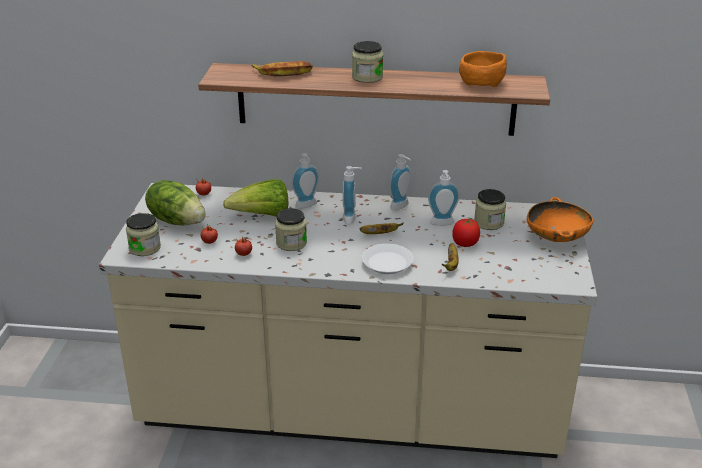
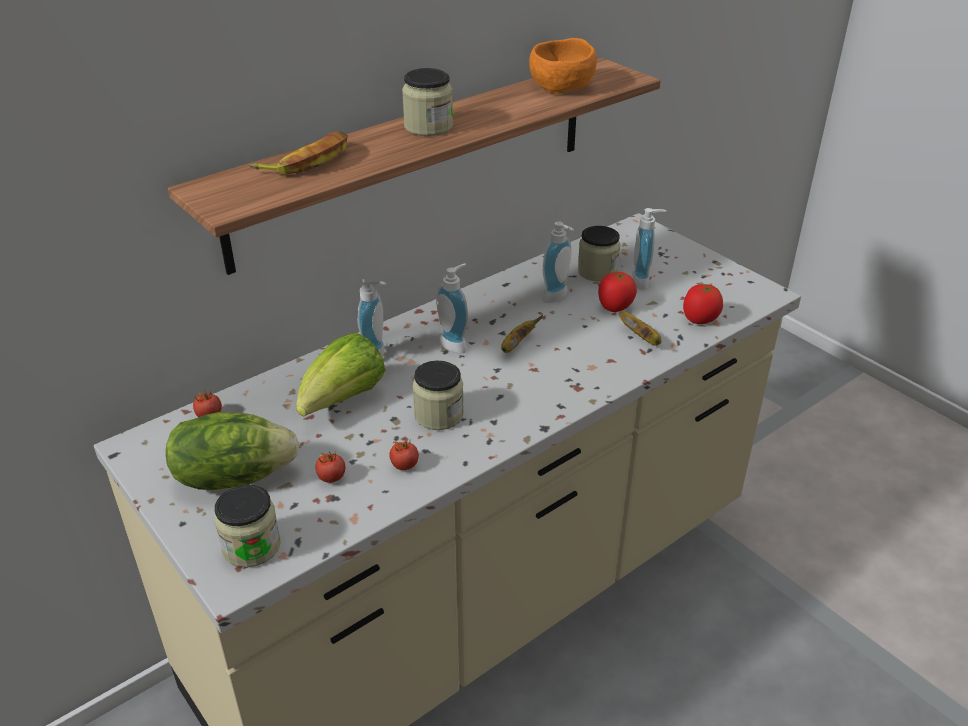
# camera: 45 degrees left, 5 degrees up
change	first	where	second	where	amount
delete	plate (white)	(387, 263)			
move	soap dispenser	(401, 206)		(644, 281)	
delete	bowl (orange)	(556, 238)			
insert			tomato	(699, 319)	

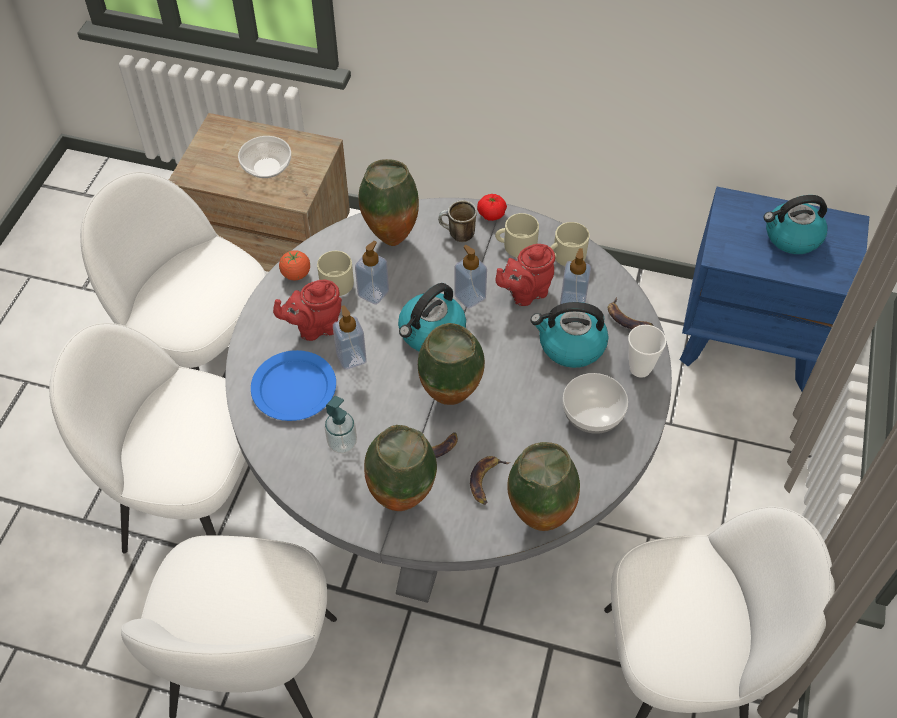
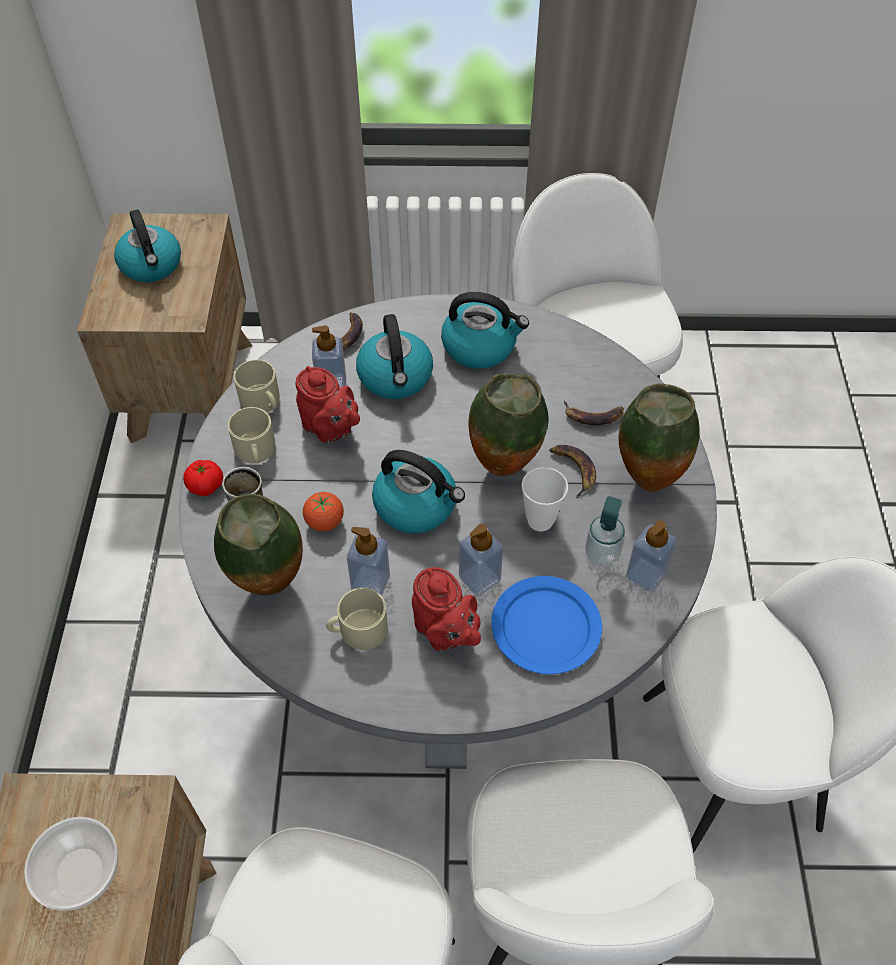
# camera: 105 degrees left, 0 degrees up
change	first	where	second	where	amount
move	tomato	(296, 274)		(325, 522)	
move	soap dispenser	(470, 297)		(645, 575)	
delete	vase	(538, 520)			
replace	bowl	(593, 415)	kettle	(480, 346)	
move	cup	(640, 368)		(540, 520)	
recolor	nightstand (blue)	(751, 339)	nightstand (brown)	(191, 388)	

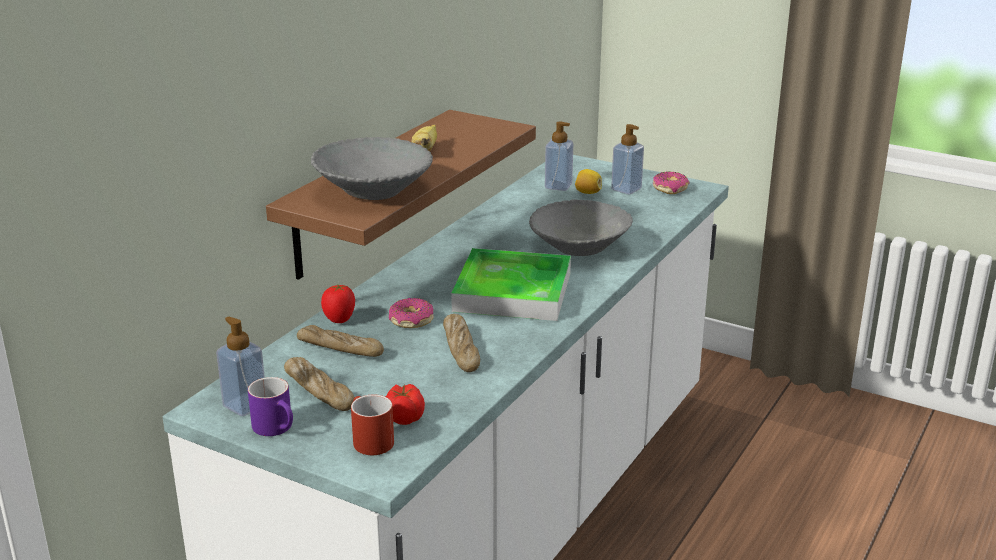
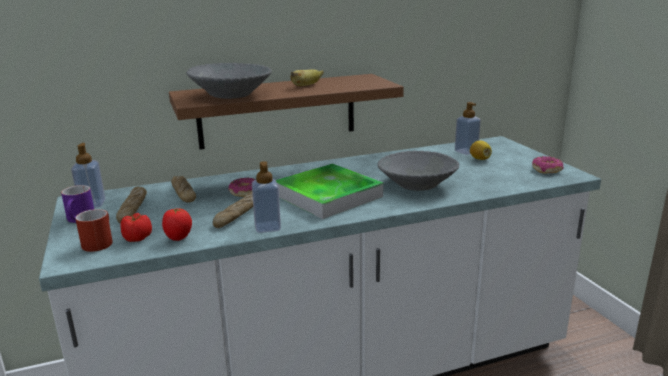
# camera: 40 degrees right, 5 degrees down
change	first	where	second	where	amount
move	tomato	(339, 320)		(178, 238)	
move	soap dispenser	(626, 189)		(267, 227)	

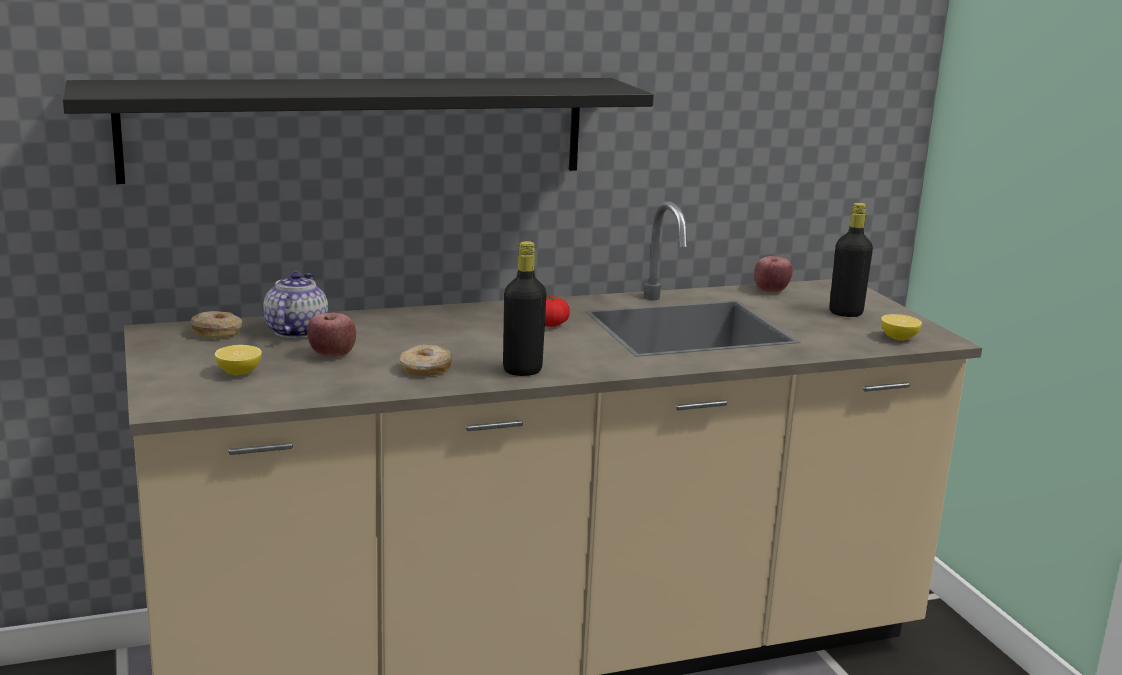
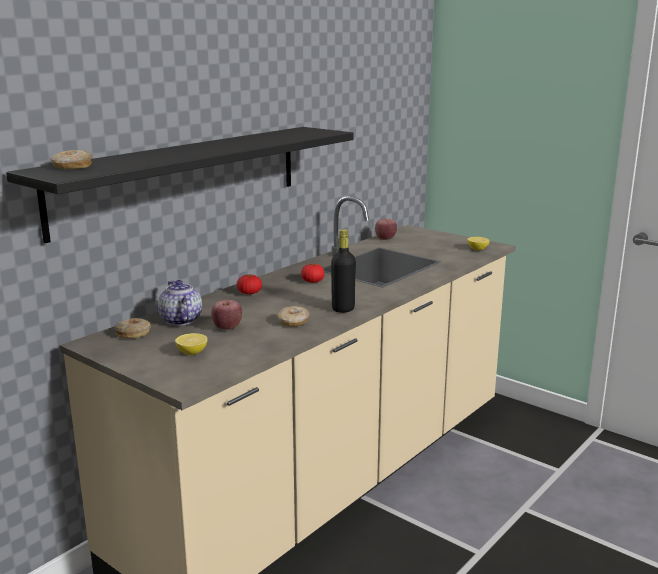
# camera: 30 degrees left, 0 degrees up
change	first	where	second	where	amount
delete	bottle (black)	(845, 313)			
insert			donut	(72, 167)	
insert			tomato	(249, 293)	

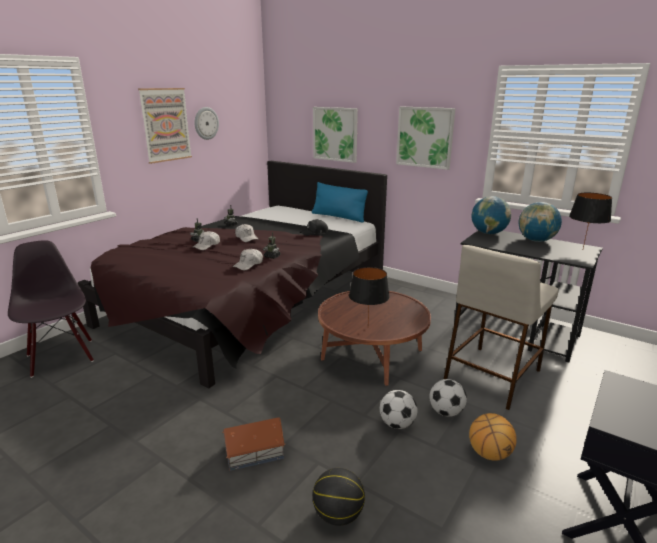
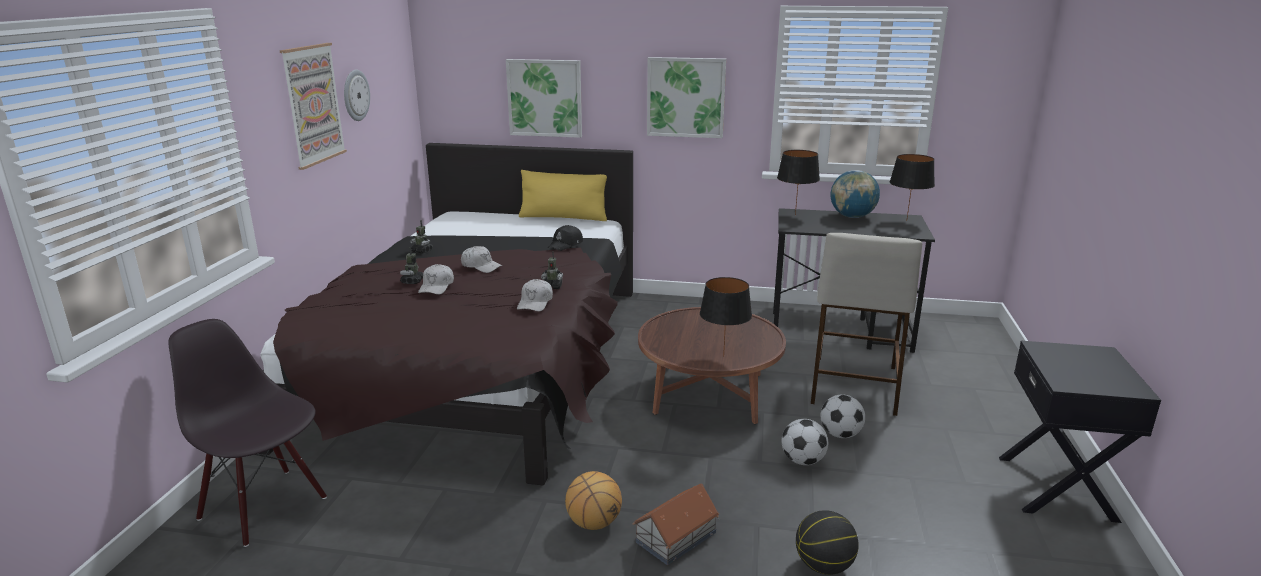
# camera: 25 degrees left, 0 degrees up
change	first	where	second	where	amount
recolor	pillow (blue)	(339, 217)	pillow (yellow)	(563, 217)	
move	basketball	(489, 454)		(593, 523)	
replace	globe	(488, 233)	table lamp (black)	(794, 215)	

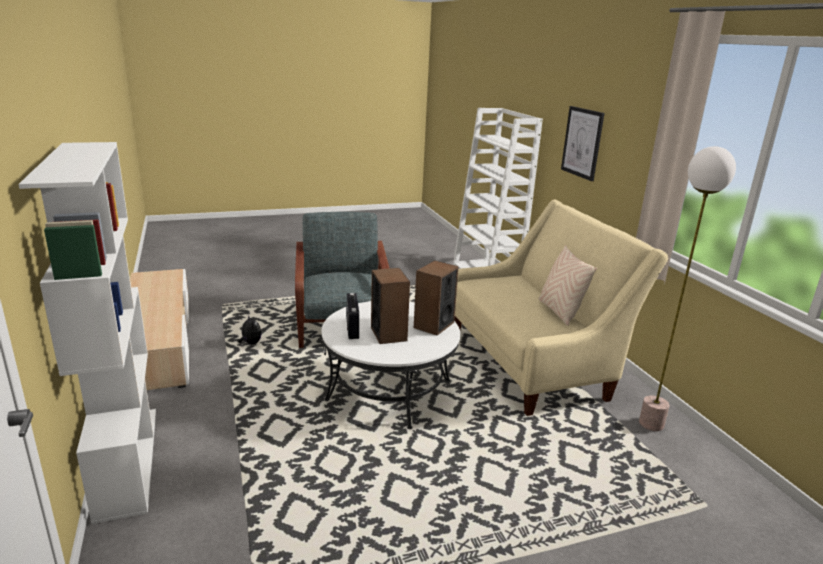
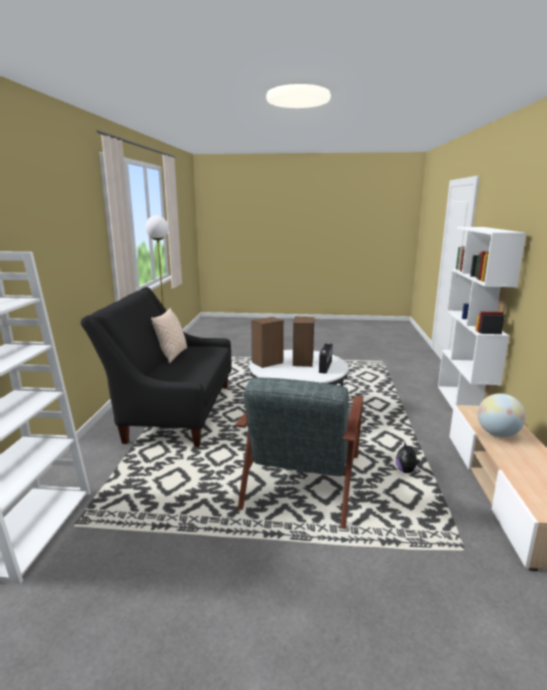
# camera: 155 degrees left, 5 degrees down
change	first	where	second	where	amount
recolor	sofa (beige)	(533, 361)	sofa (black)	(173, 411)	
delete	picture	(582, 142)			
insert			globe	(497, 434)	

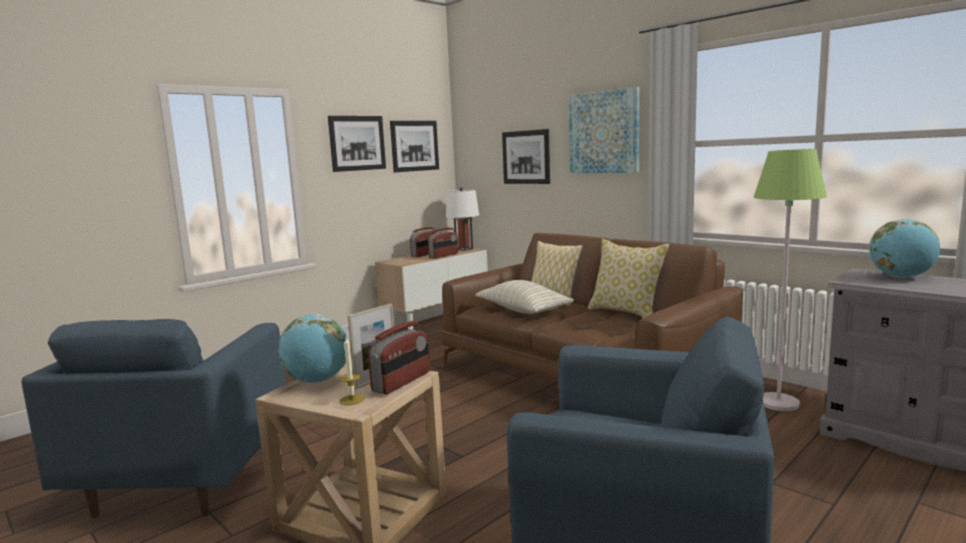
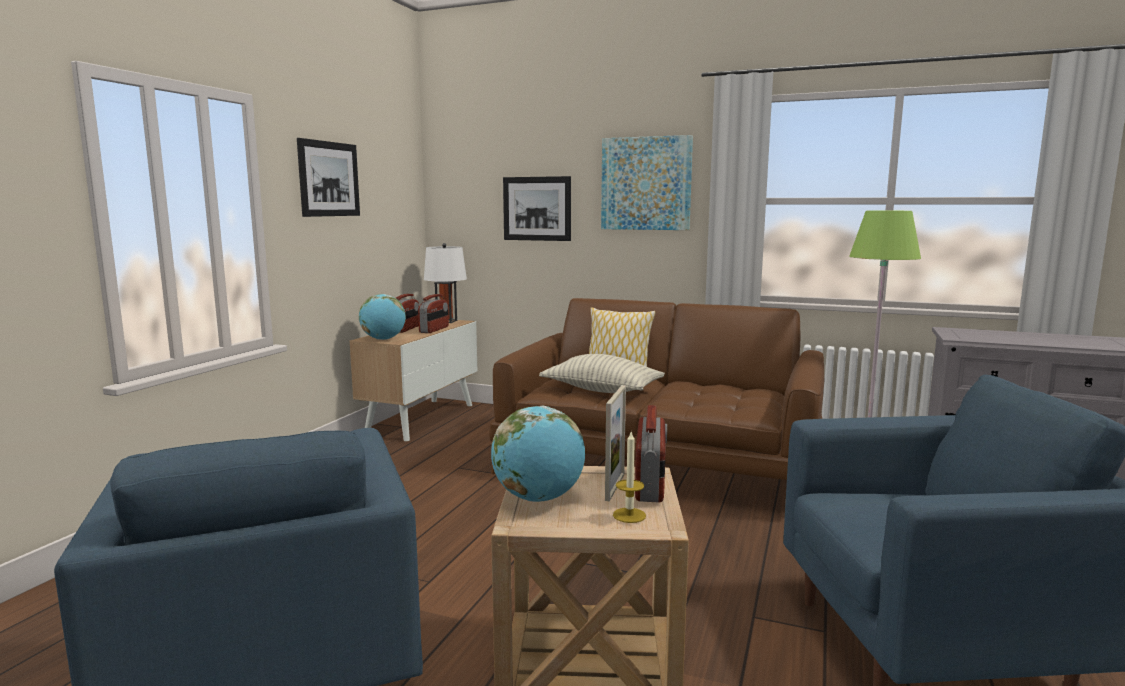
# camera: 25 degrees left, 0 degrees up
change	first	where	second	where	amount
delete	picture	(414, 146)			
delete	pillow	(626, 312)			
move	globe	(901, 277)		(383, 339)	

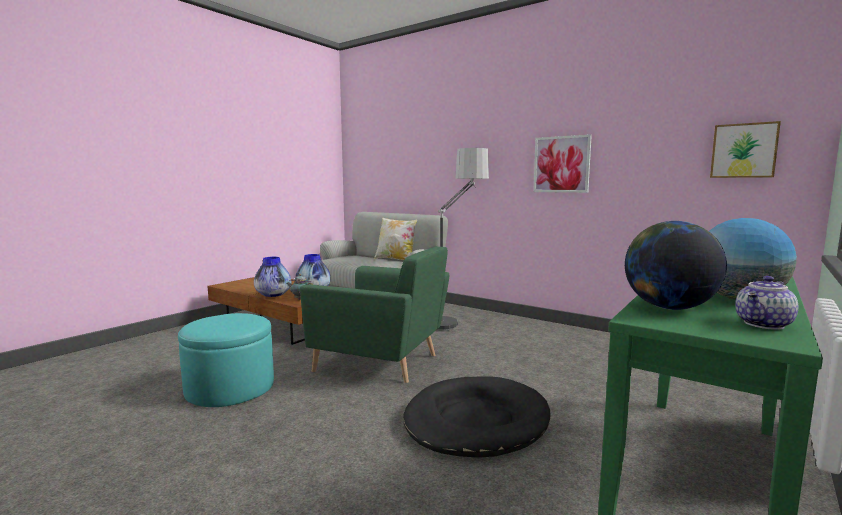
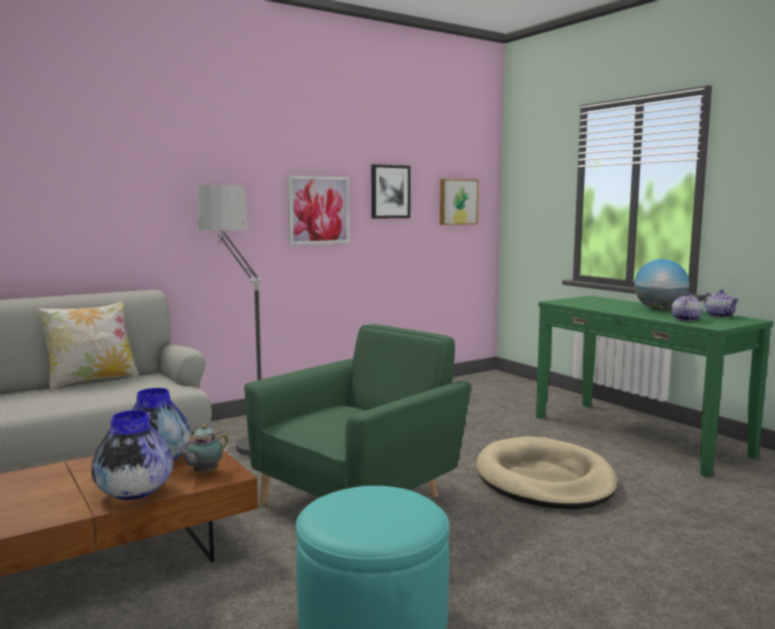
# camera: 70 degrees left, 0 degrees up
change	first	where	second	where	amount
recolor	dog bed (black)	(476, 421)	dog bed (beige)	(544, 480)	
replace	globe	(668, 307)	teapot	(685, 319)	
insert			picture	(390, 191)	

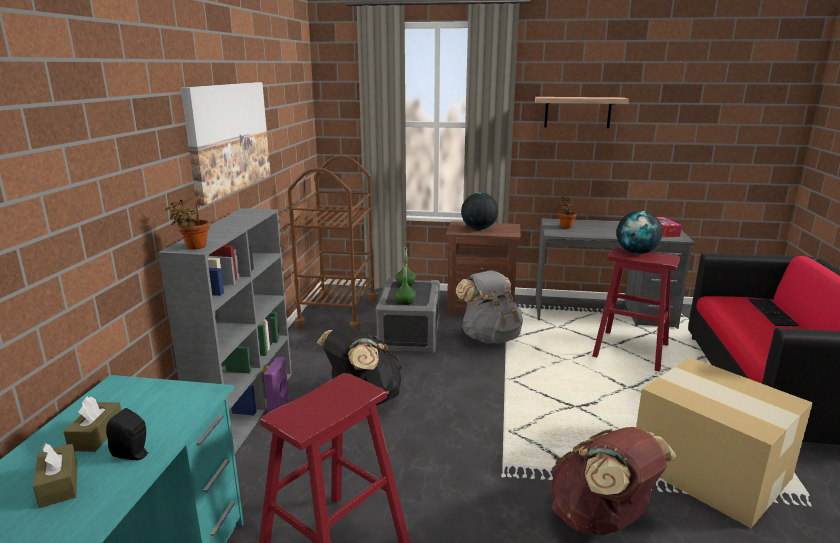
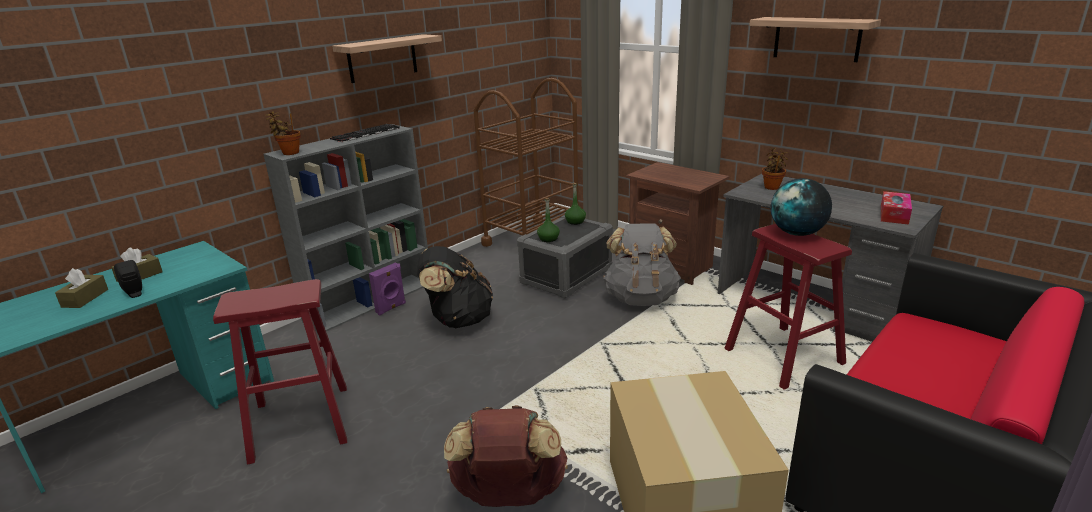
# camera: 35 degrees right, 5 degrees up
change	first	where	second	where	amount
replace	picture	(228, 137)	shelf	(382, 58)	
delete	globe	(478, 229)			
move	keyboard	(773, 313)		(365, 134)	

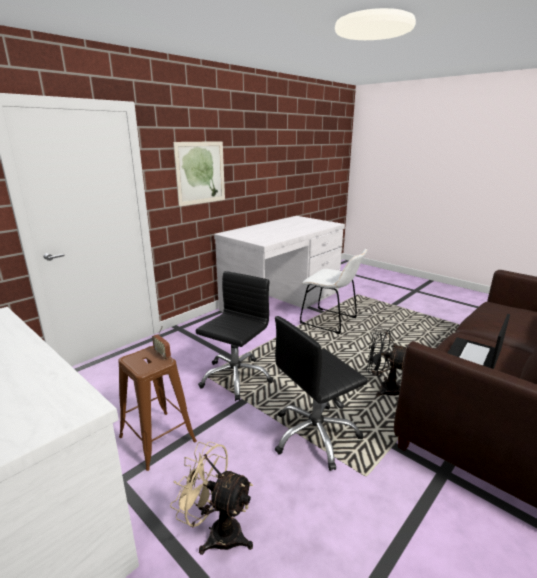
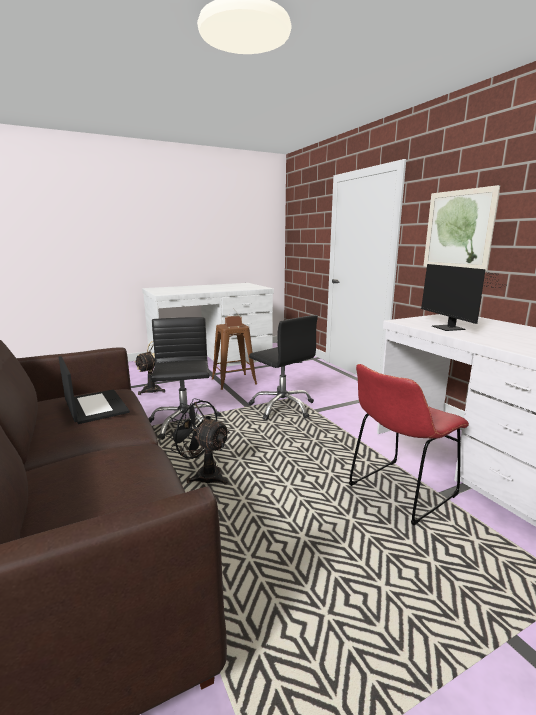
# camera: 110 degrees right, 5 degrees down
change	first	where	second	where	amount
recolor	chair (white)	(331, 321)	chair (red)	(399, 492)	
rotate	fan (black)	(384, 388)		(203, 475)	105 degrees counterclockwise
insert			monitor	(450, 329)	

